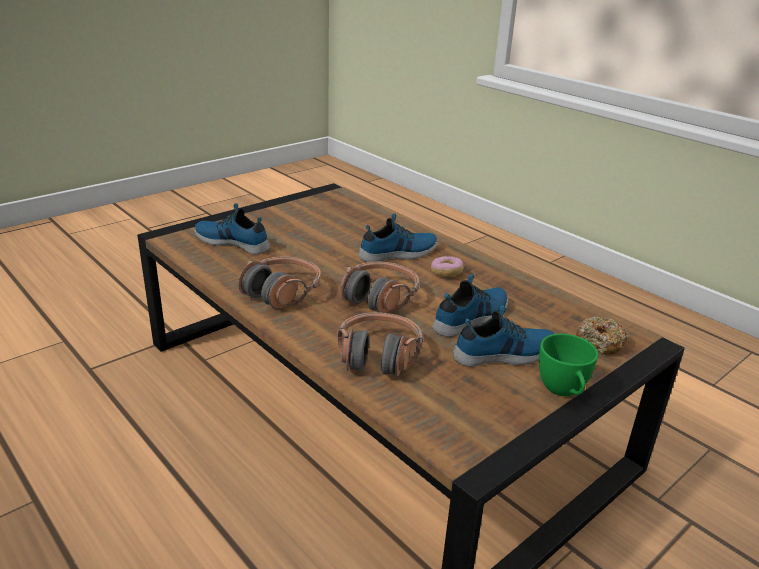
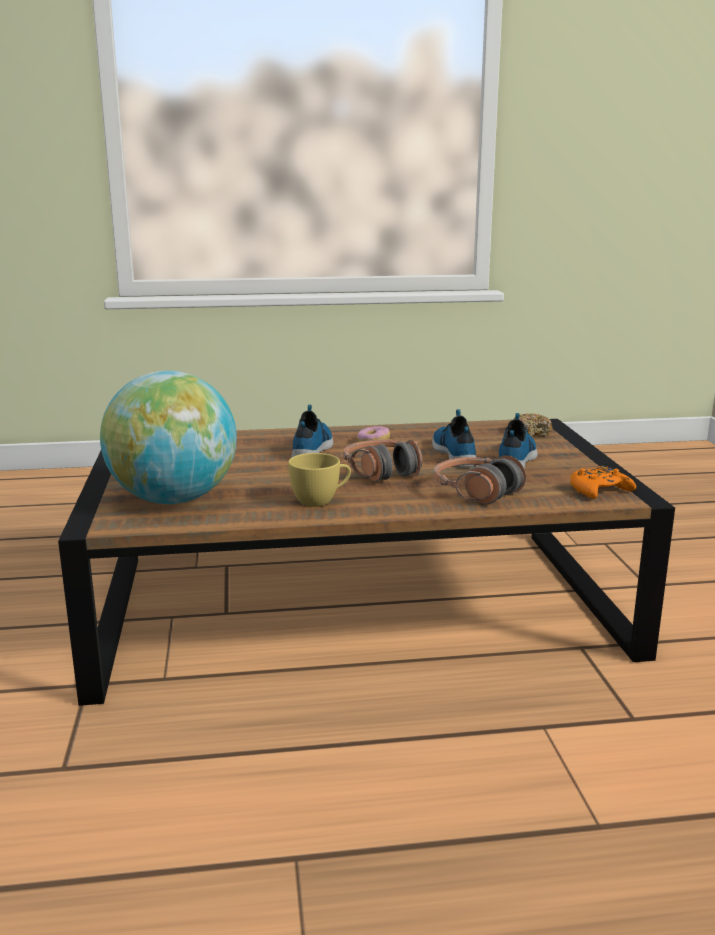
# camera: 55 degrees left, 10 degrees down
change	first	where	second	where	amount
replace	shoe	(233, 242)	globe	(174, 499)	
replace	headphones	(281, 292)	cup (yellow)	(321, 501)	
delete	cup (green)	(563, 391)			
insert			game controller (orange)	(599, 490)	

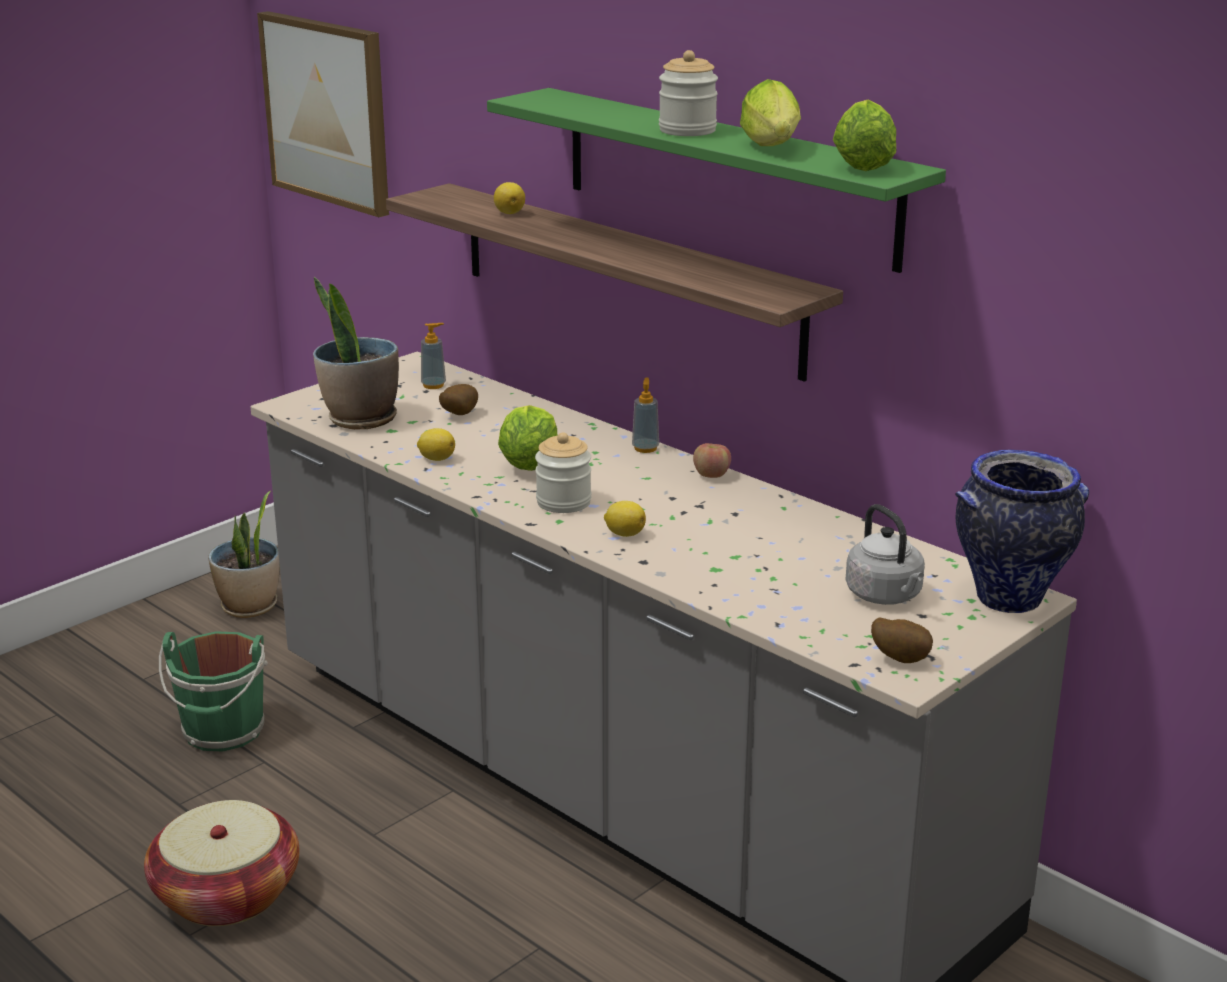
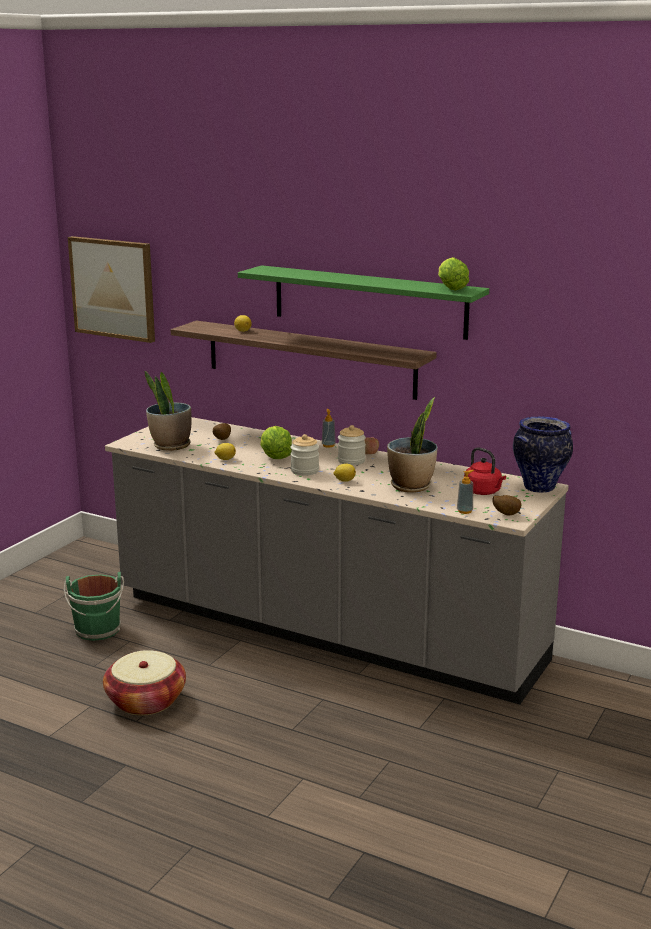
# camera: 15 degrees left, 5 degrees down
change	first	where	second	where	amount
move	potted plant	(250, 607)		(411, 486)	
move	soap dispenser	(433, 385)		(464, 511)	
move	jar	(687, 130)		(351, 461)	
delete	lettuce	(772, 148)			
recolor	kettle (grey)	(886, 596)	kettle (red)	(484, 492)	

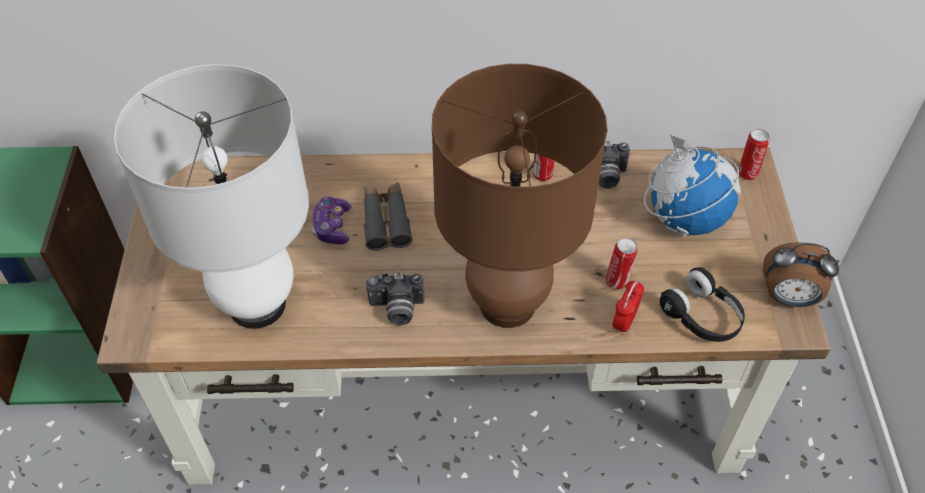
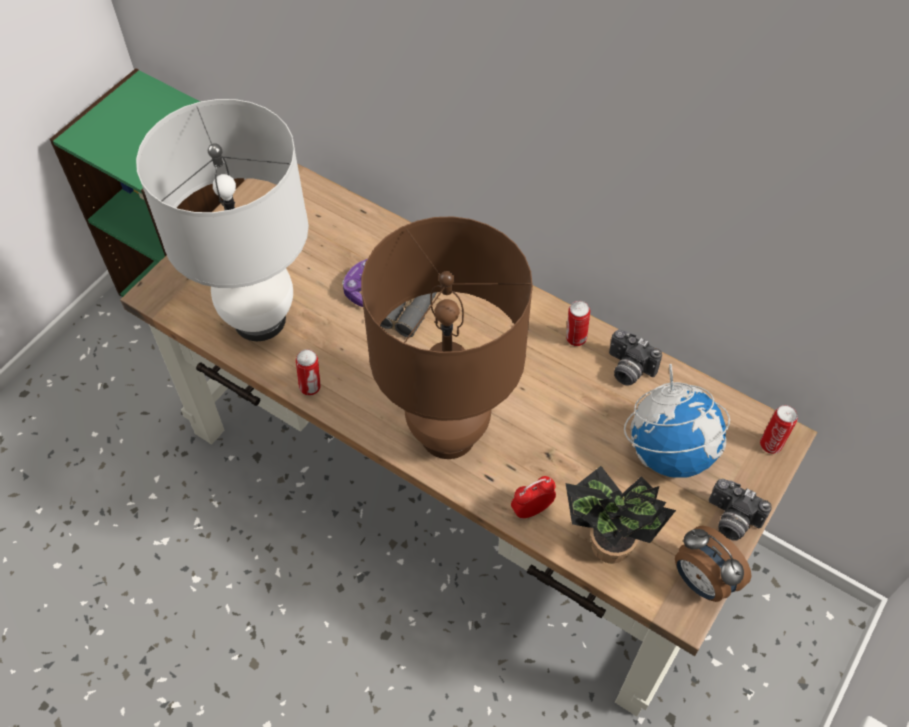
# camera: 35 degrees right, 5 degrees up
change	first	where	second	where	amount
move	photo camera	(396, 310)		(731, 520)	
move	can	(617, 281)		(311, 387)	
replace	headphones (black)	(702, 317)	potted plant	(605, 547)	

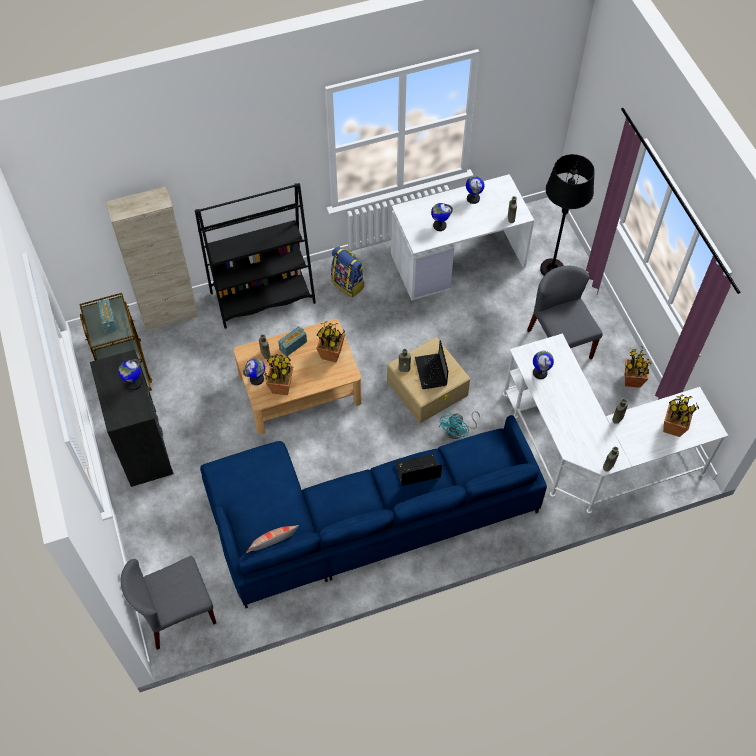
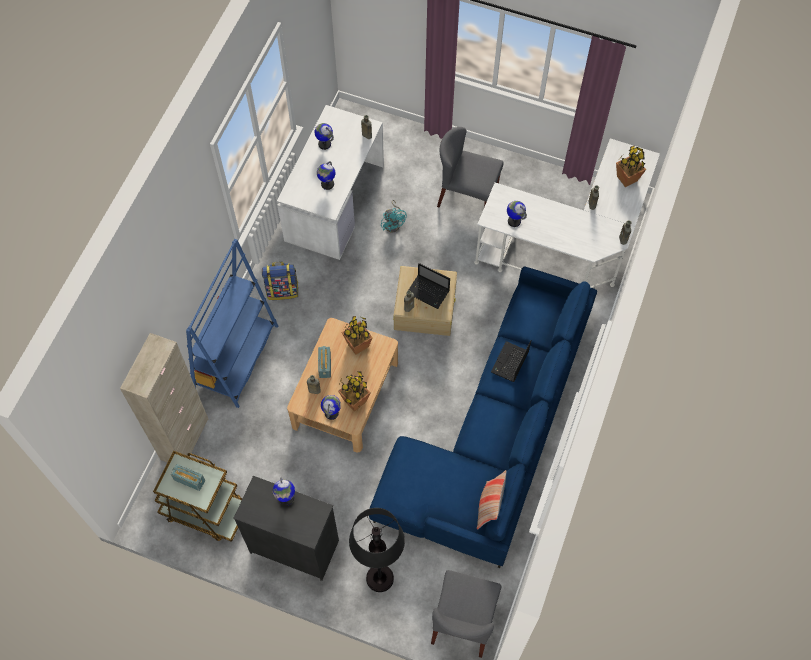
# camera: 50 degrees left, 5 degrees up
change	first	where	second	where	amount
recolor	bookcase (black)	(263, 298)	bookcase (blue)	(236, 359)	
move	fan (turquoise)	(458, 431)		(393, 223)	
move	floor lamp (black)	(552, 269)		(379, 578)	
delete	potted plant	(632, 380)			

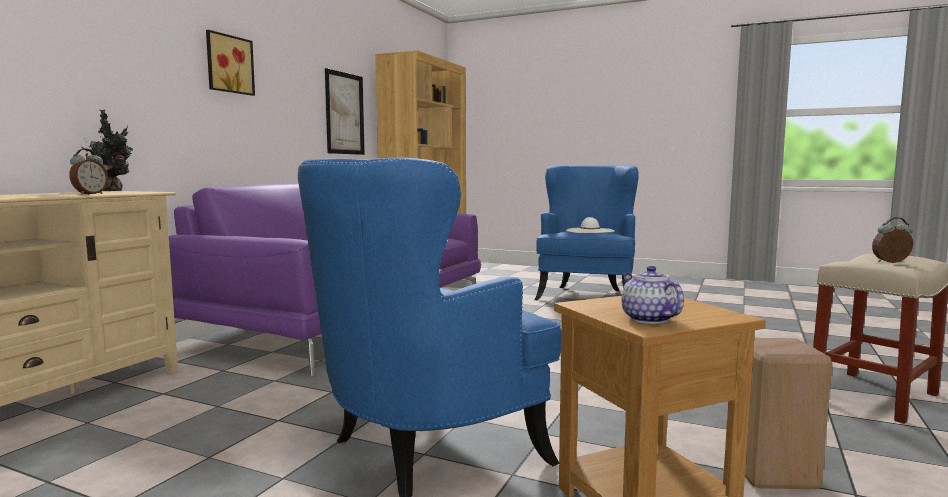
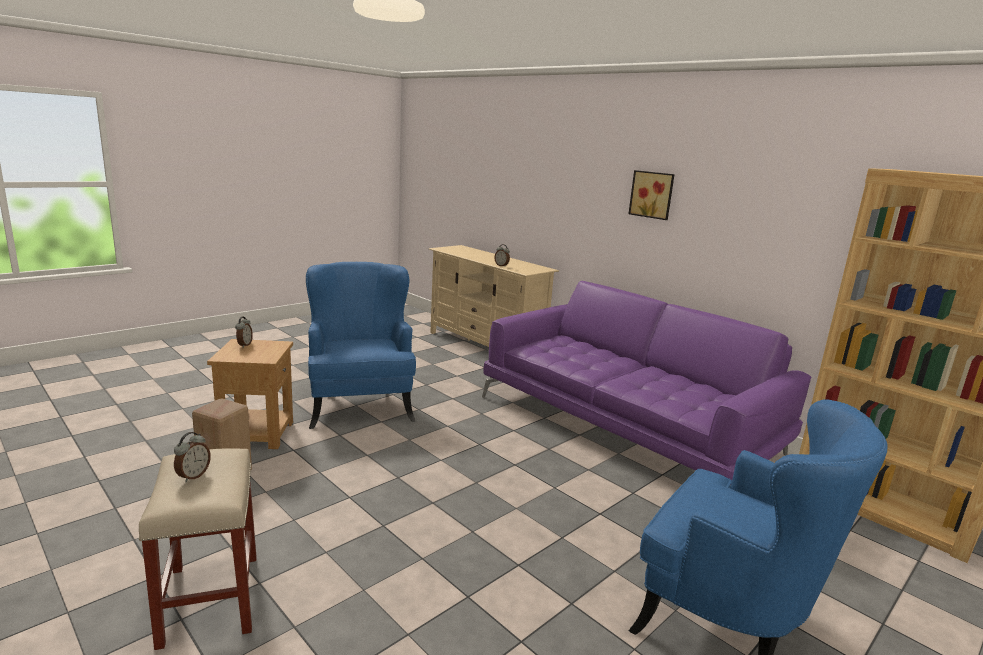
# camera: 110 degrees right, 10 degrees up
change	first	where	second	where	amount
delete	potted plant	(112, 191)			
delete	picture	(344, 113)			
delete	hat (white)	(590, 231)			
replace	teapot	(648, 319)	alarm clock	(244, 345)	

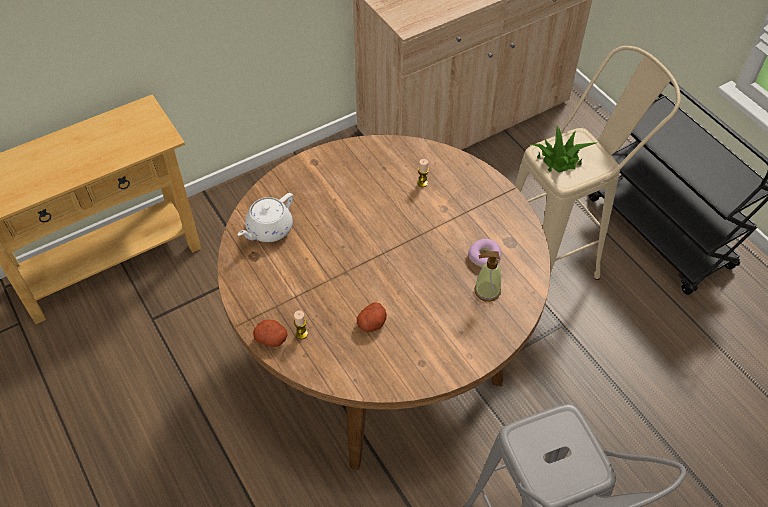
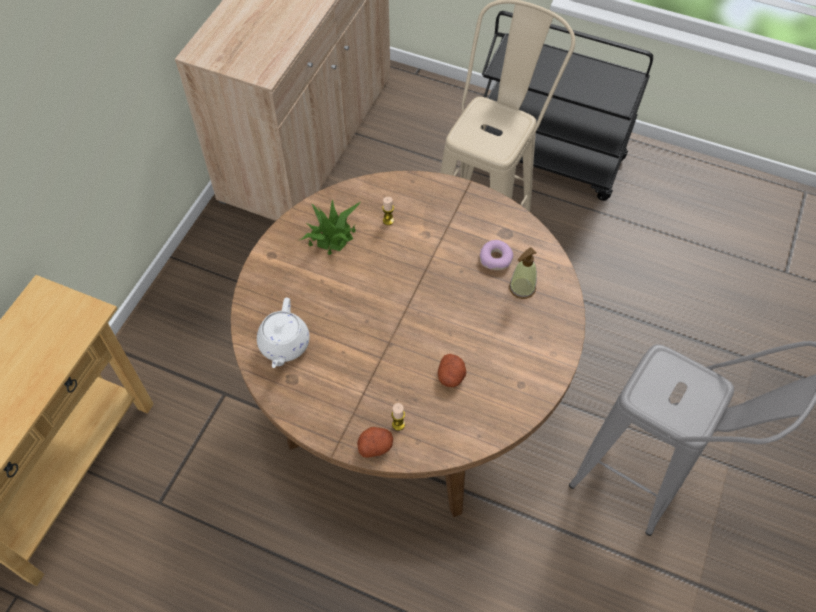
# camera: 35 degrees left, 5 degrees up
change	first	where	second	where	amount
move	potted plant	(559, 158)		(331, 235)	

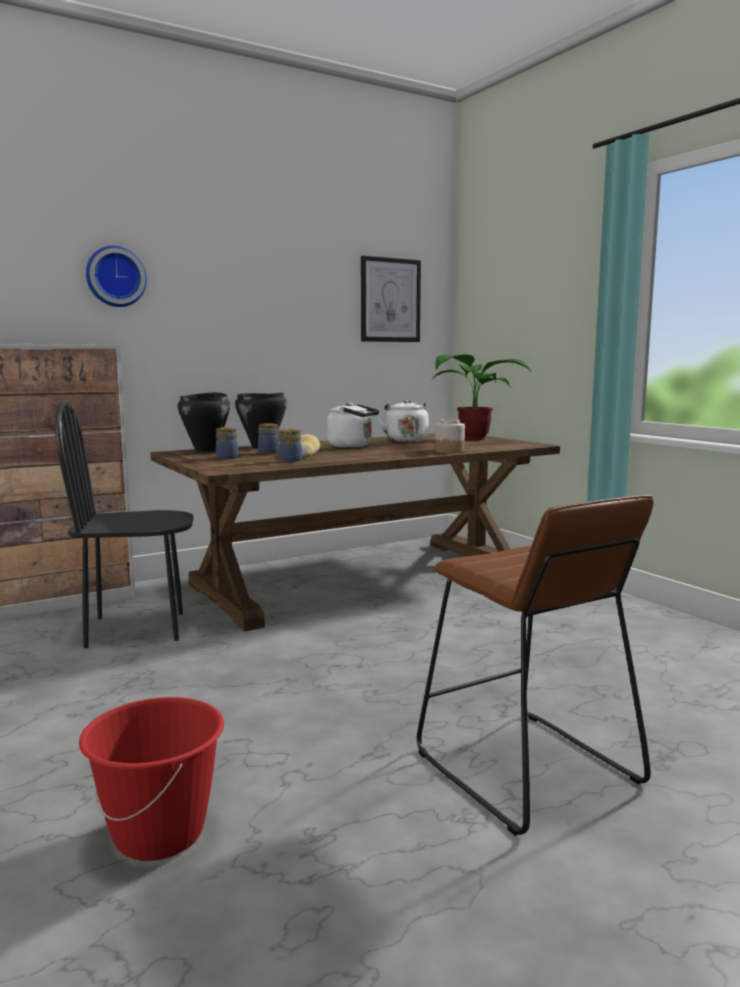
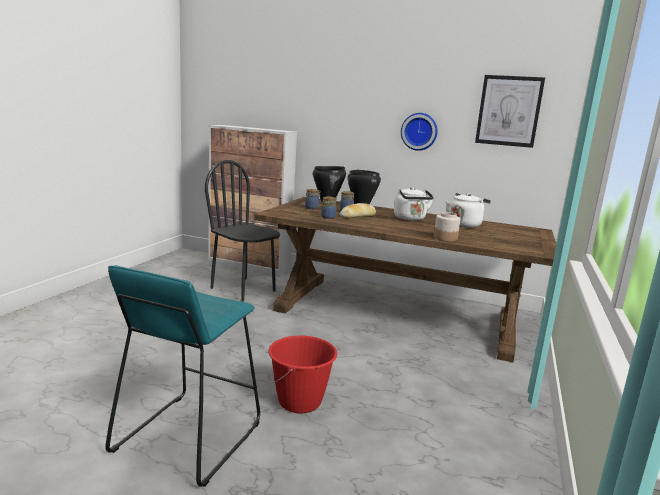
# camera: 50 degrees right, 5 degrees up
change	first	where	second	where	amount
move	bucket (red)	(160, 833)		(300, 401)	
move	wall clock	(115, 277)		(419, 131)	
recolor	stool (brown)	(525, 768)	stool (turquoise)	(188, 437)	
delete	potted plant	(472, 439)			

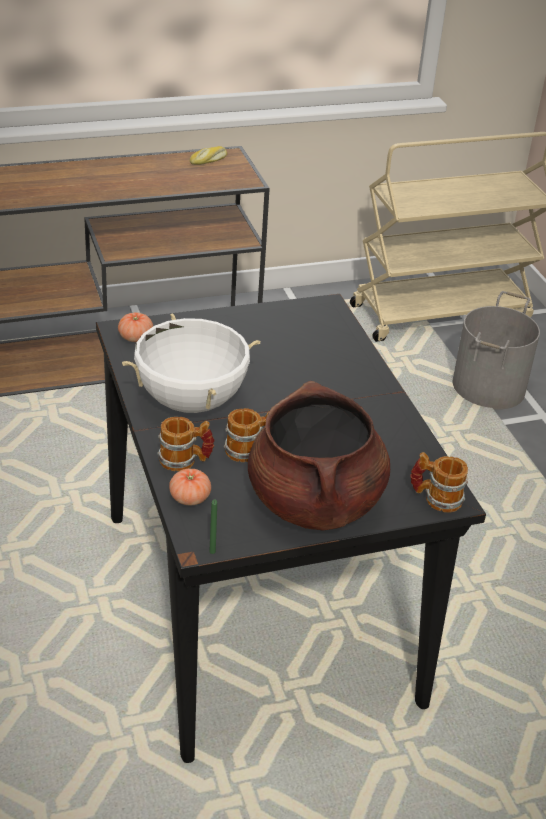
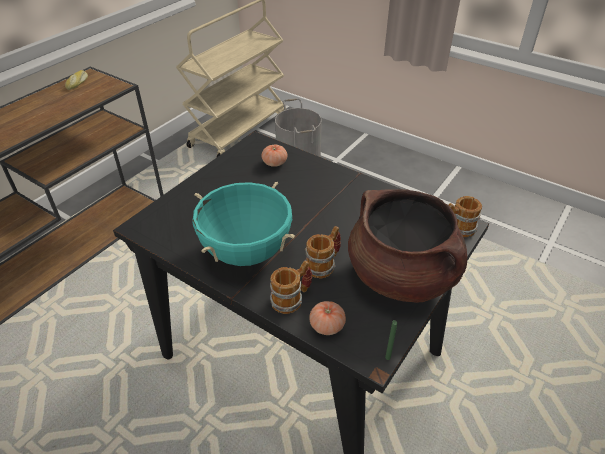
# camera: 35 degrees left, 5 degrees up
change	first	where	second	where	amount
move	tomato	(135, 337)		(274, 163)	
recolor	cooking pot (white)	(190, 401)	cooking pot (turquoise)	(246, 252)	

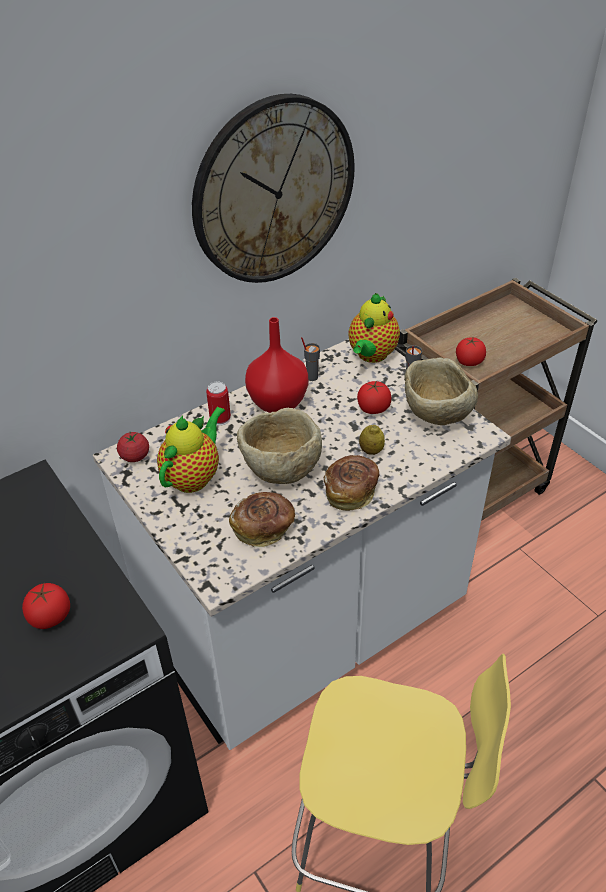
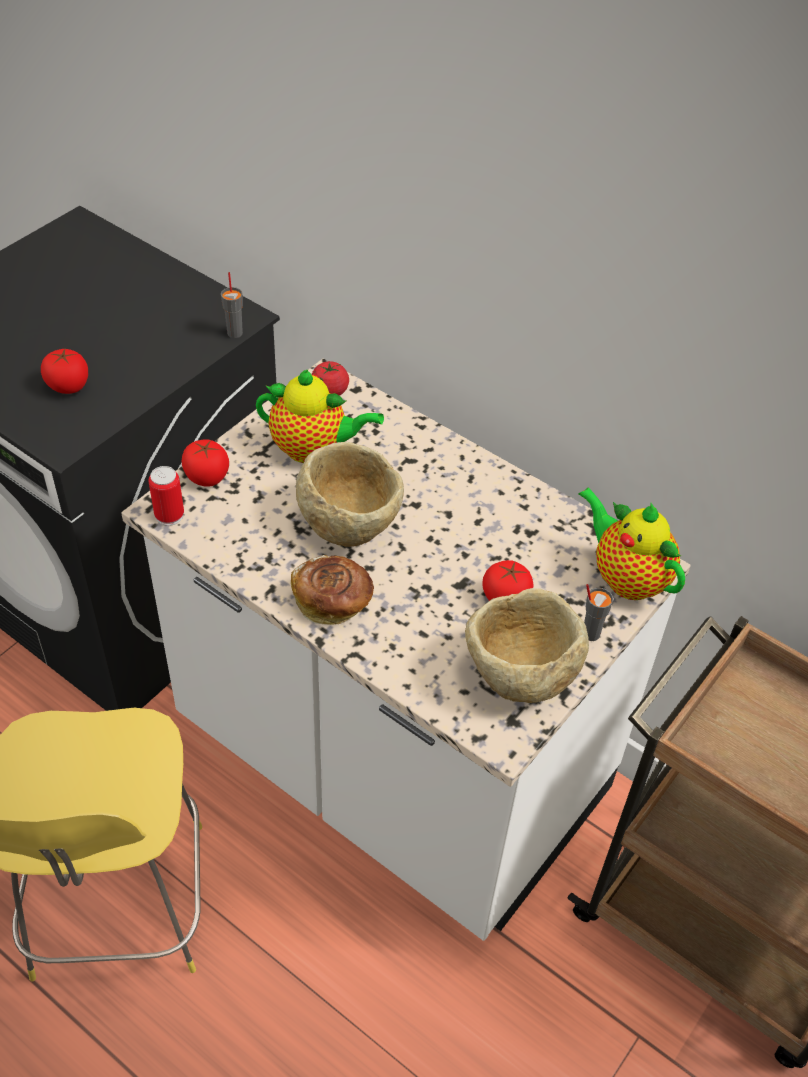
# camera: 70 degrees right, 5 degrees up
change	first	where	second	where	amount
delete	wall clock	(274, 191)			
move	can	(220, 419)		(169, 515)	
delete	bread	(264, 528)			
delete	vase (red)	(278, 404)			
move	cup (grey)	(311, 377)		(235, 332)	
rotate	teapot	(371, 355)		(626, 577)	45 degrees clockwise
delete	lemon	(371, 451)			
move	tomato	(469, 362)		(207, 476)	

